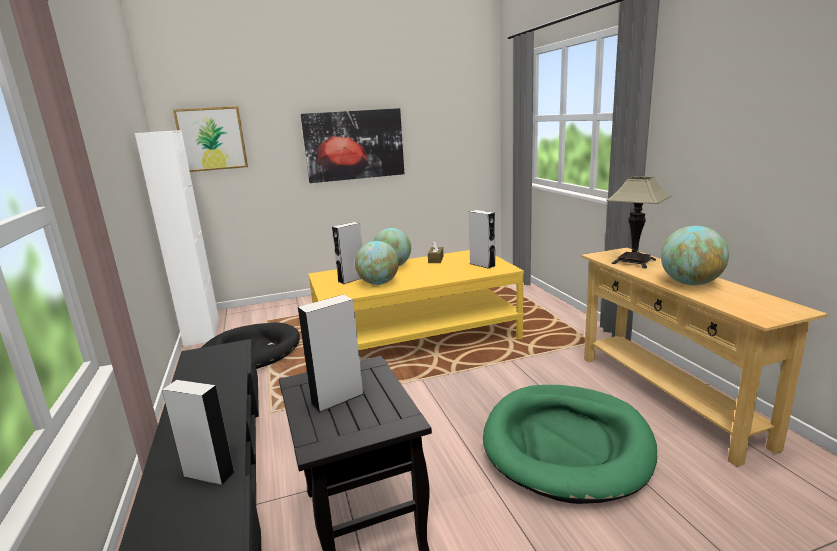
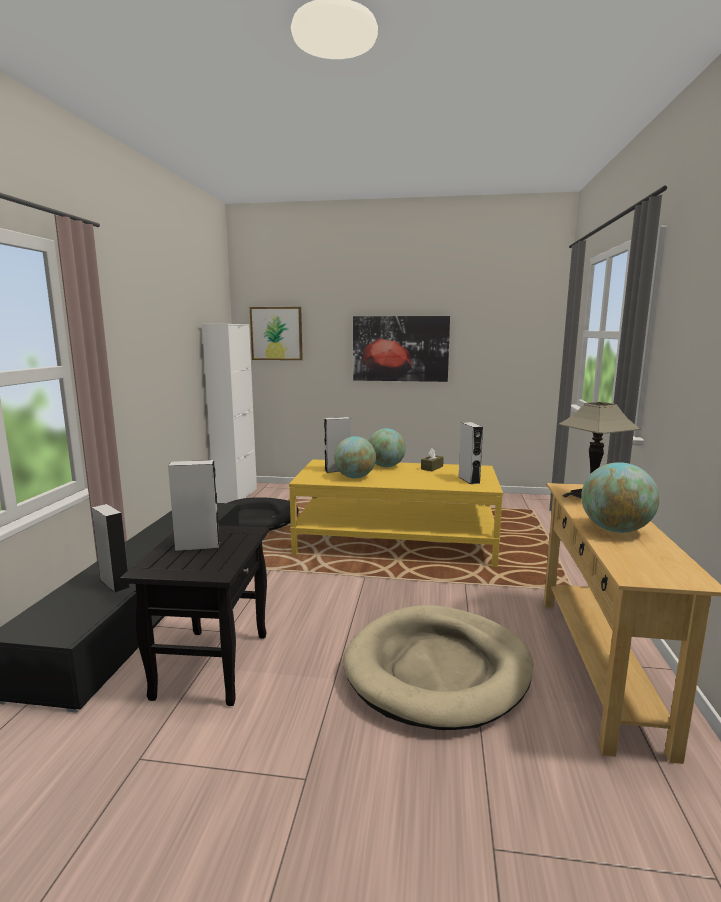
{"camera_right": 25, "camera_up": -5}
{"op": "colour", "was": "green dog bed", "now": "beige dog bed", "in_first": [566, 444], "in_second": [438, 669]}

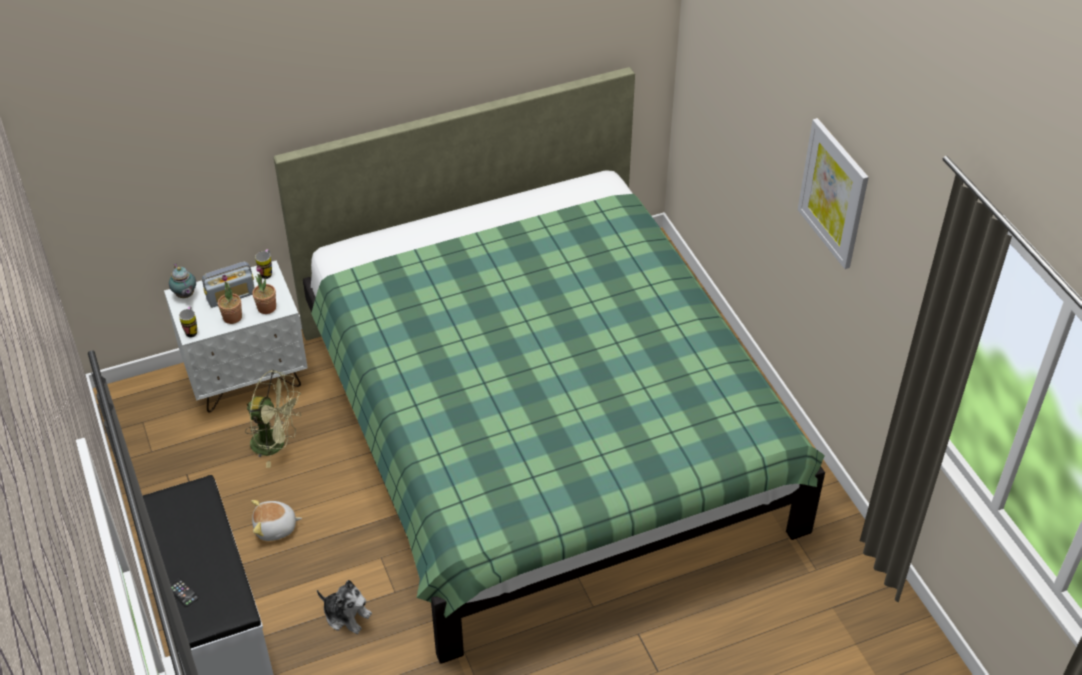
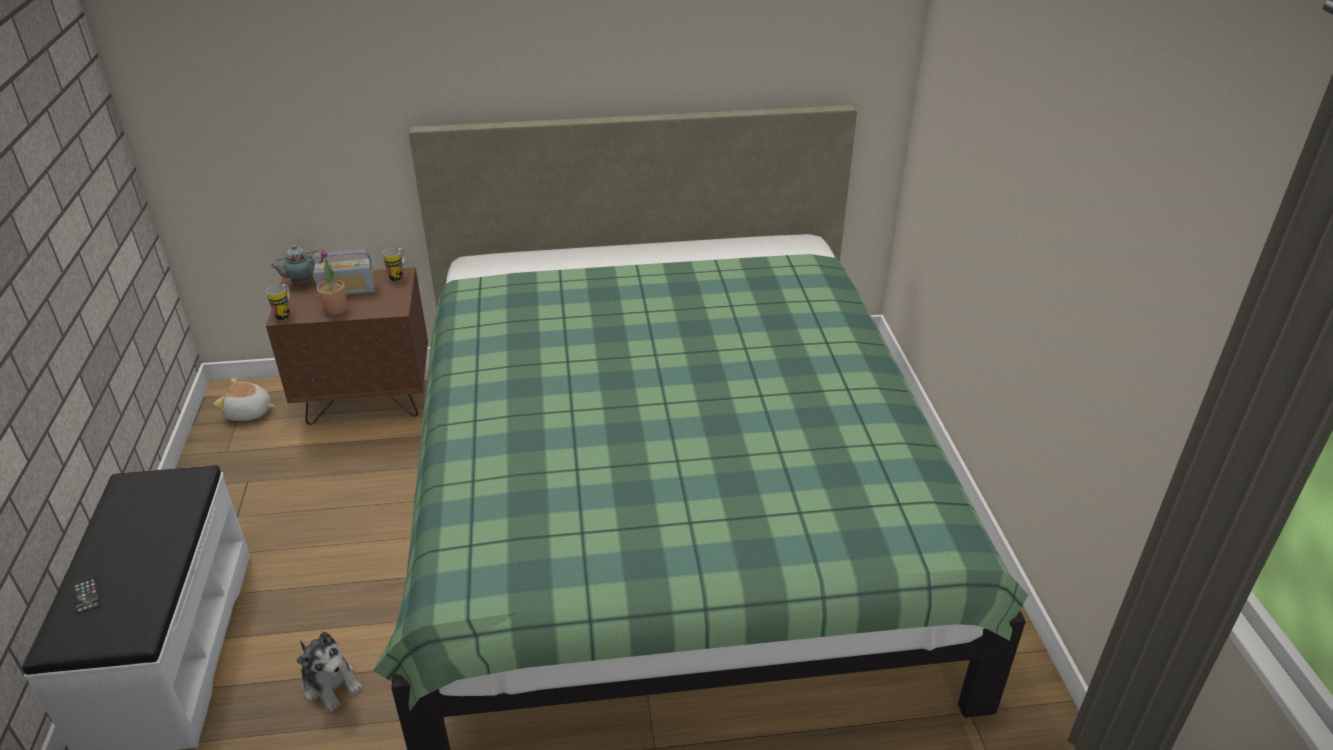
{"camera_right": 15, "camera_up": -10}
{"op": "missing", "was": "green fan", "in_first": [276, 443]}
{"op": "missing", "was": "potted plant", "in_first": [266, 307]}
{"op": "missing", "was": "picture", "in_first": [833, 193]}
{"op": "relocated", "was": "plush toy", "in_first": [275, 528], "in_second": [249, 413]}
{"op": "colour", "was": "white nightstand", "now": "brown nightstand", "in_first": [247, 378], "in_second": [367, 399]}
{"op": "spun", "was": "teapot", "in_first": [185, 295], "in_second": [301, 283], "clockwise": 75}

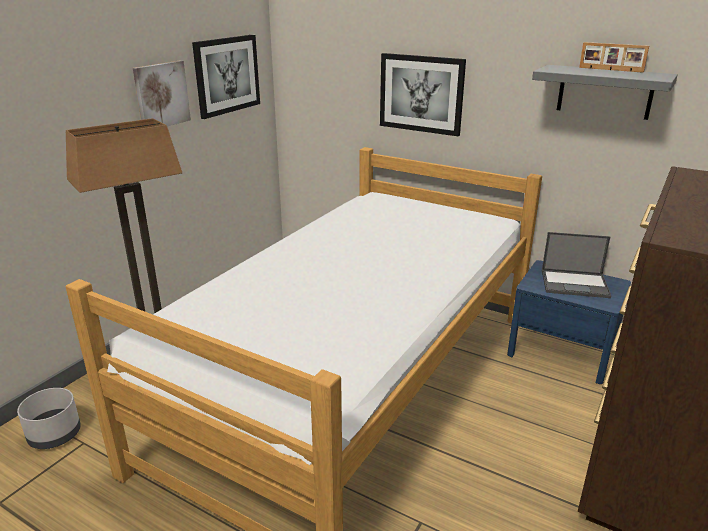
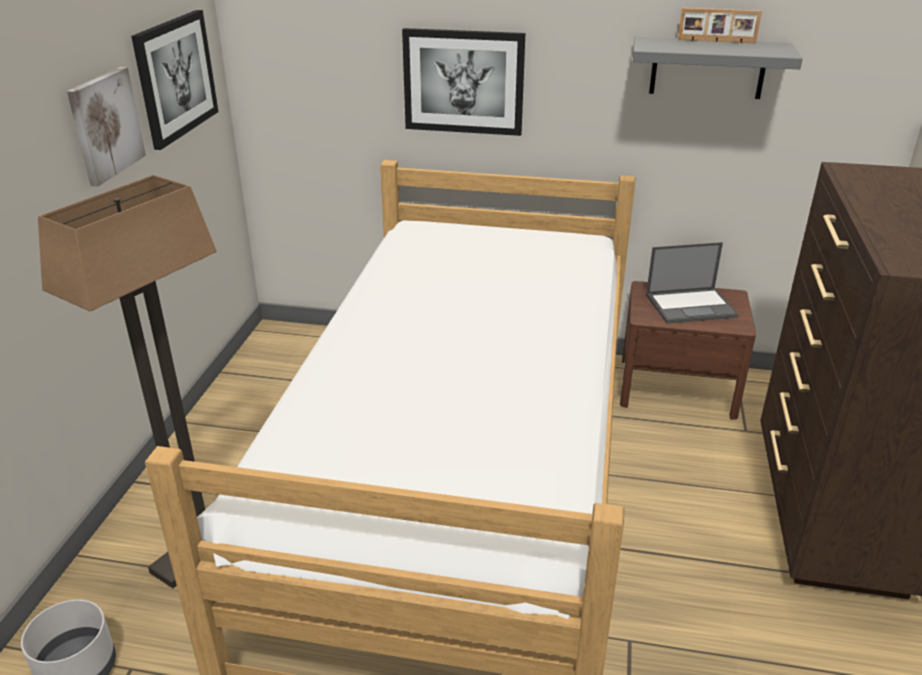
{"camera_right": -20, "camera_up": 5}
{"op": "colour", "was": "blue nightstand", "now": "brown nightstand", "in_first": [561, 351], "in_second": [677, 387]}

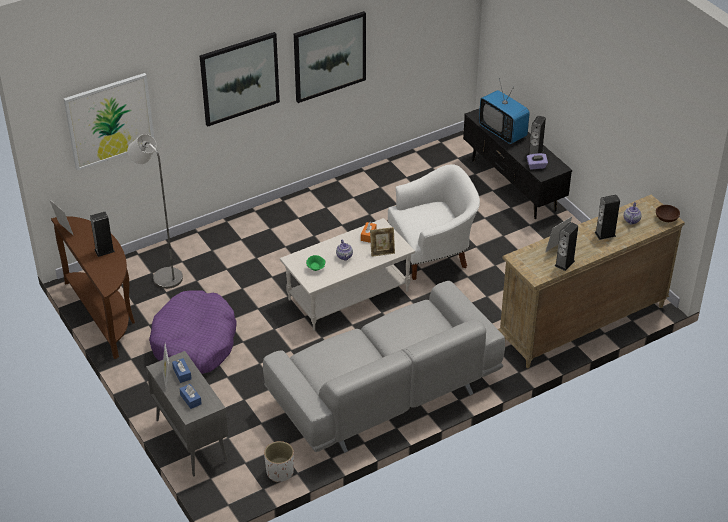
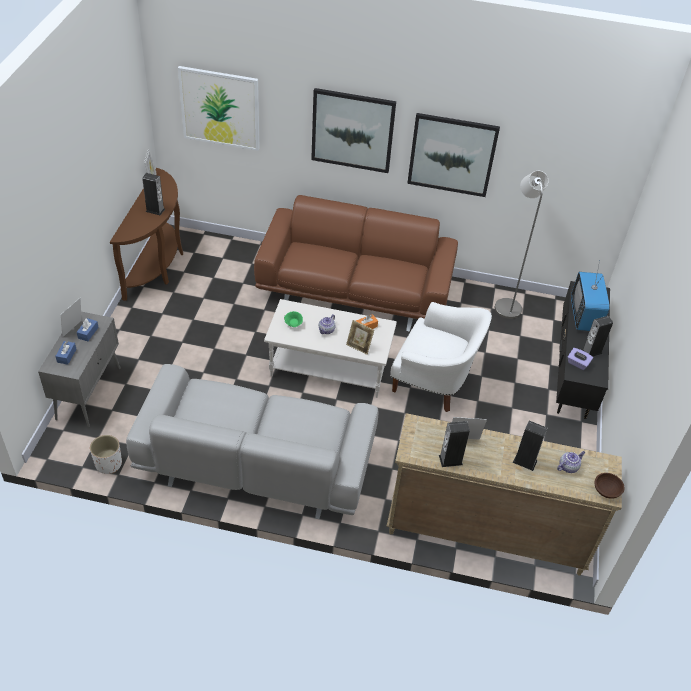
{"camera_right": 40, "camera_up": 5}
{"op": "missing", "was": "purple dog bed", "in_first": [194, 343]}
{"op": "appeared", "now": "brown sofa", "in_second": [355, 290]}
{"op": "relocated", "was": "grey floor lamp", "in_first": [163, 276], "in_second": [506, 305]}

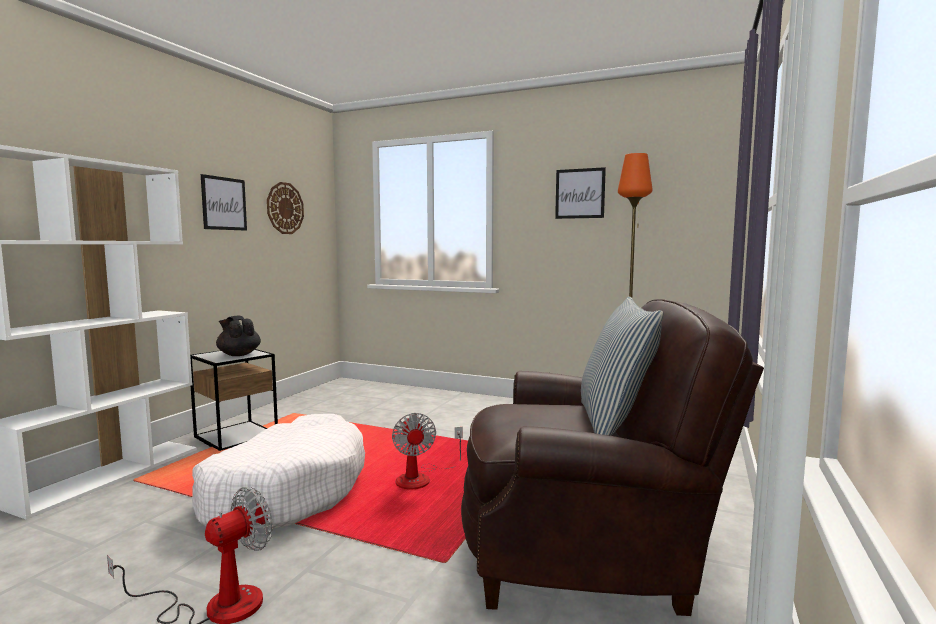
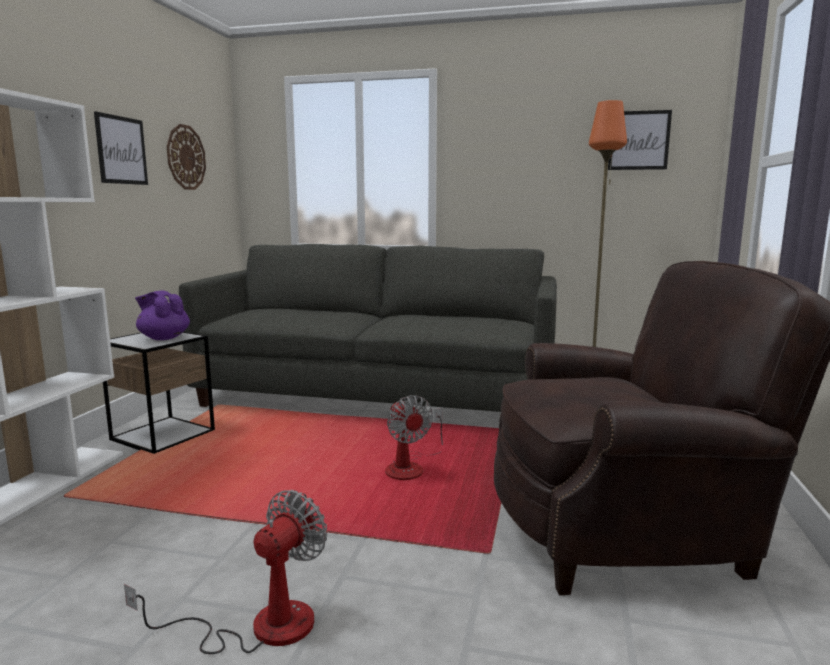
{"camera_right": -10, "camera_up": 5}
{"op": "missing", "was": "white dog bed", "in_first": [285, 491]}
{"op": "missing", "was": "pillow", "in_first": [614, 424]}
{"op": "appeared", "now": "grey sofa", "in_second": [377, 397]}
{"op": "relocated", "was": "picture", "in_first": [580, 193], "in_second": [639, 140]}
{"op": "colour", "was": "black teapot", "now": "purple teapot", "in_first": [239, 354], "in_second": [164, 338]}

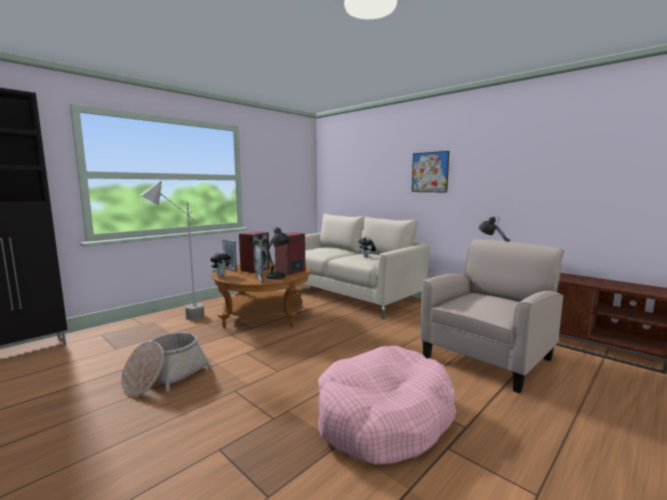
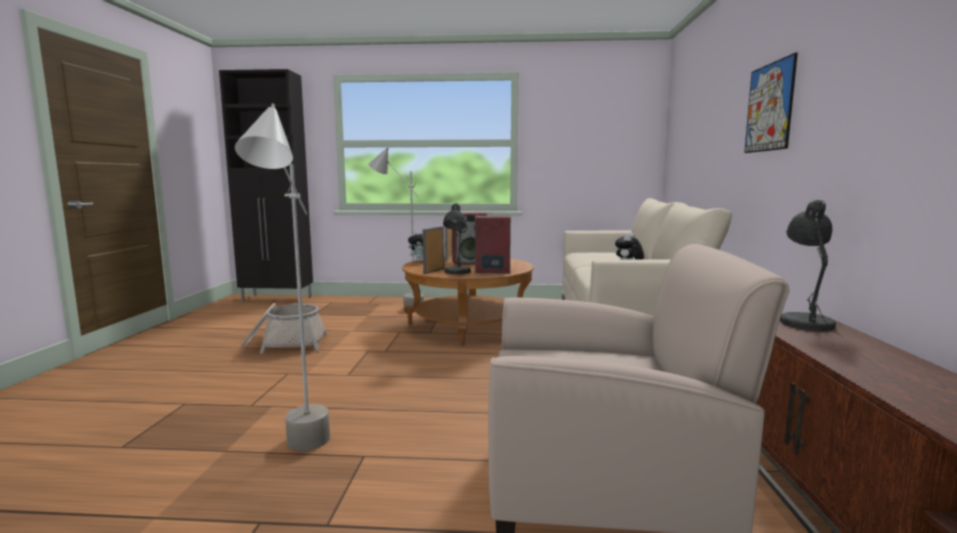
{"camera_right": 50, "camera_up": 0}
{"op": "exchanged", "was": "pink dog bed", "now": "grey floor lamp", "in_first": [384, 418], "in_second": [300, 458]}

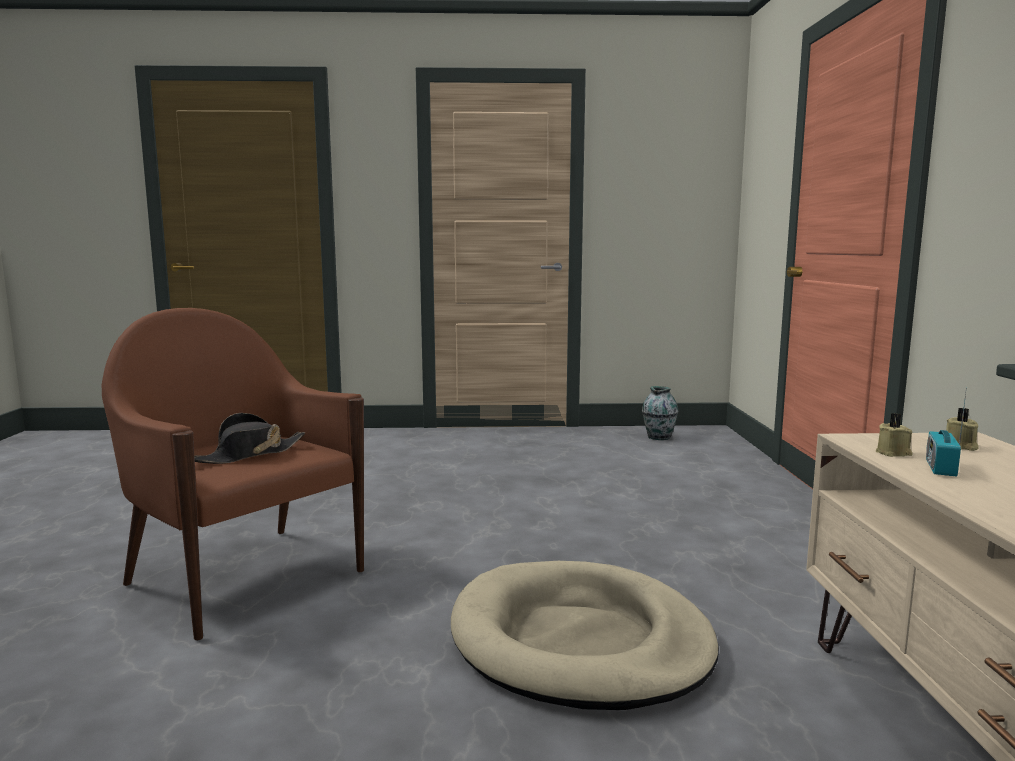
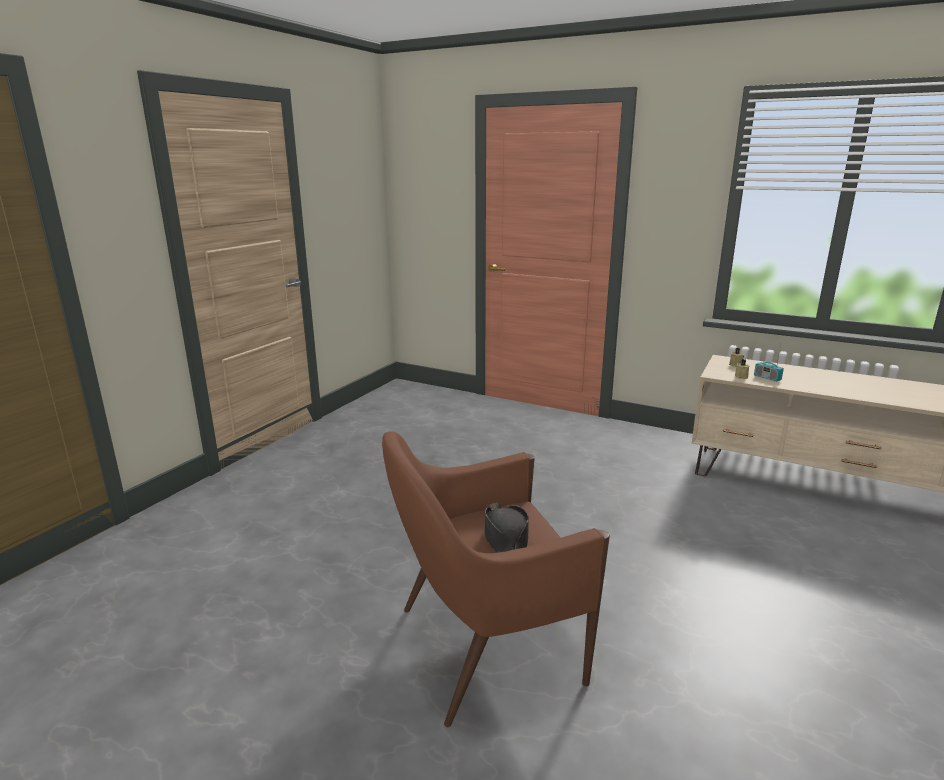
{"camera_right": -60, "camera_up": 10}
{"op": "missing", "was": "beige dog bed", "in_first": [580, 641]}
{"op": "missing", "was": "vase", "in_first": [659, 437]}

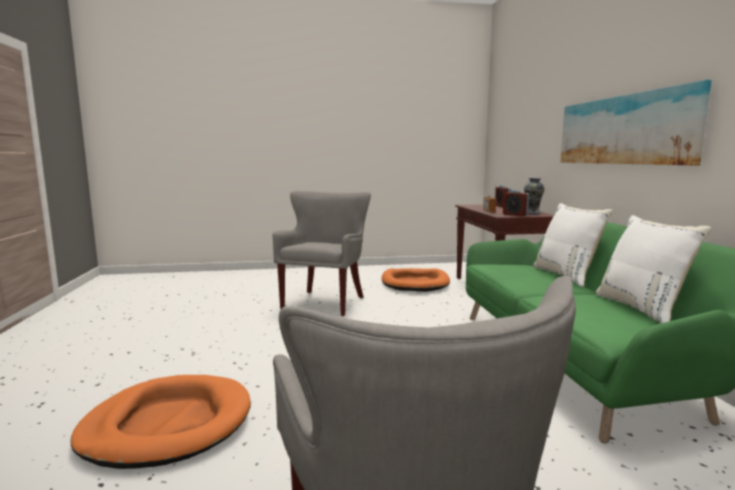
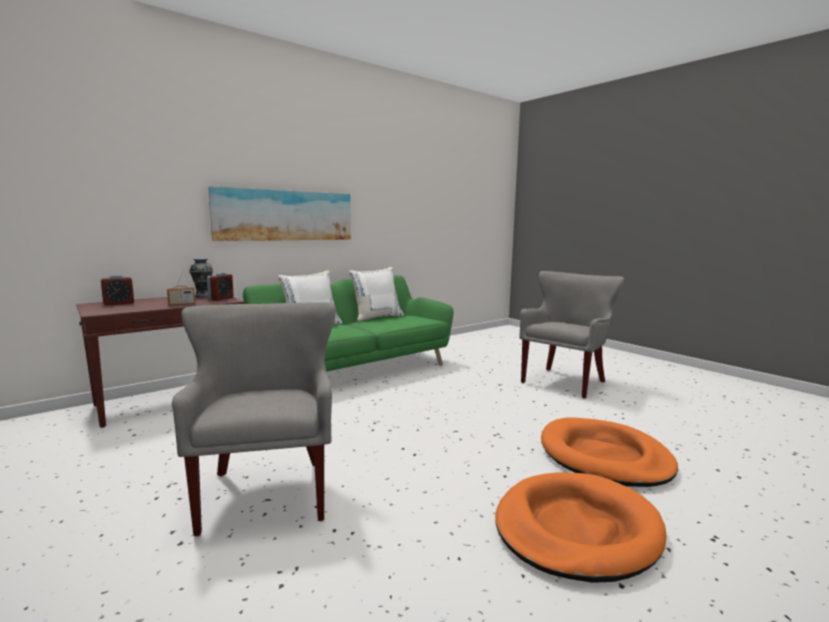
{"camera_right": -120, "camera_up": 0}
{"op": "relocated", "was": "orange dog bed", "in_first": [415, 283], "in_second": [576, 529]}
{"op": "spun", "was": "grey armchair", "in_first": [325, 302], "in_second": [267, 493], "clockwise": 90}

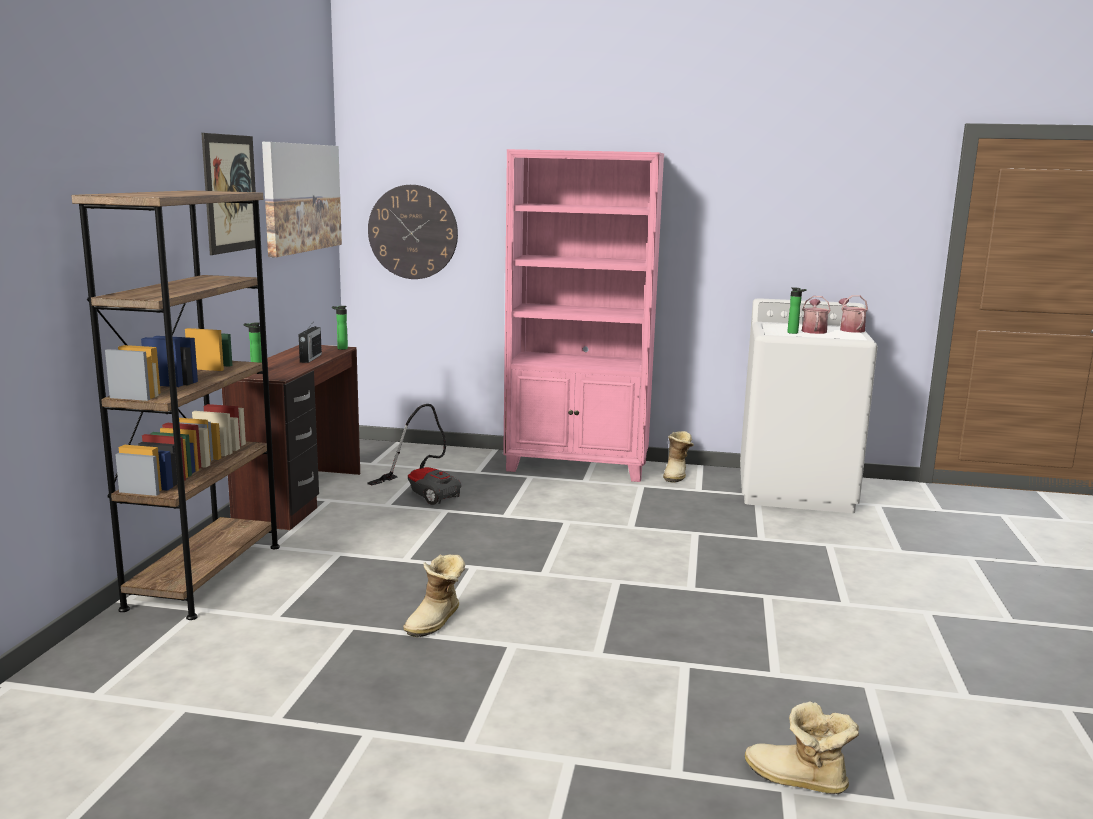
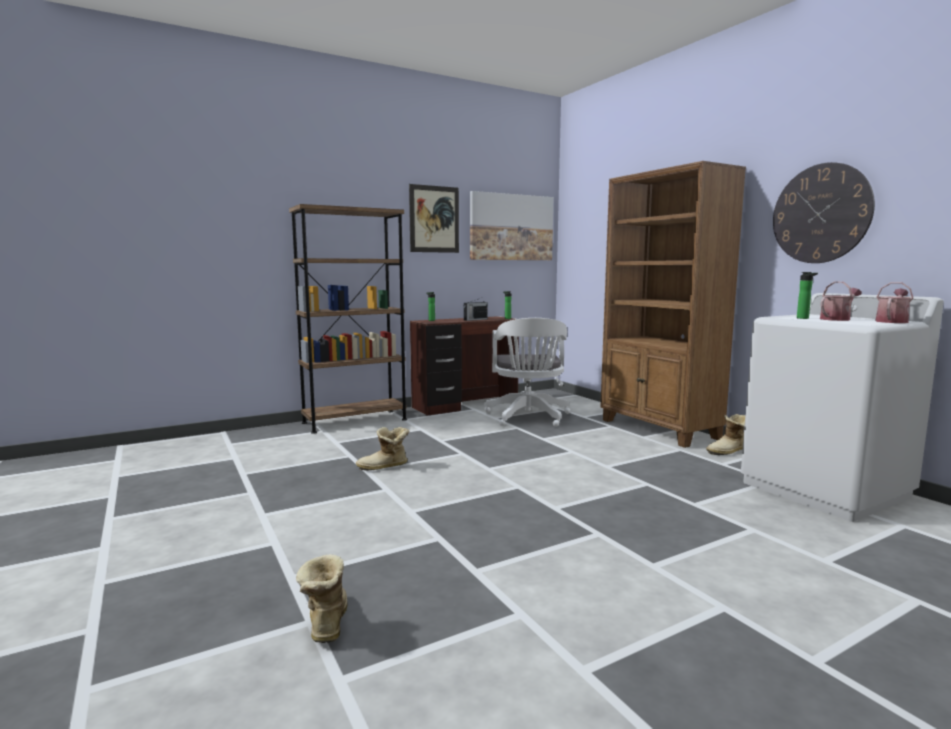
{"camera_right": 50, "camera_up": -5}
{"op": "relocated", "was": "wall clock", "in_first": [413, 232], "in_second": [820, 214]}
{"op": "exchanged", "was": "vacuum cleaner", "now": "white office chair", "in_first": [424, 492], "in_second": [528, 417]}
{"op": "colour", "was": "pink bookcase", "now": "brown bookcase", "in_first": [578, 467], "in_second": [659, 429]}

